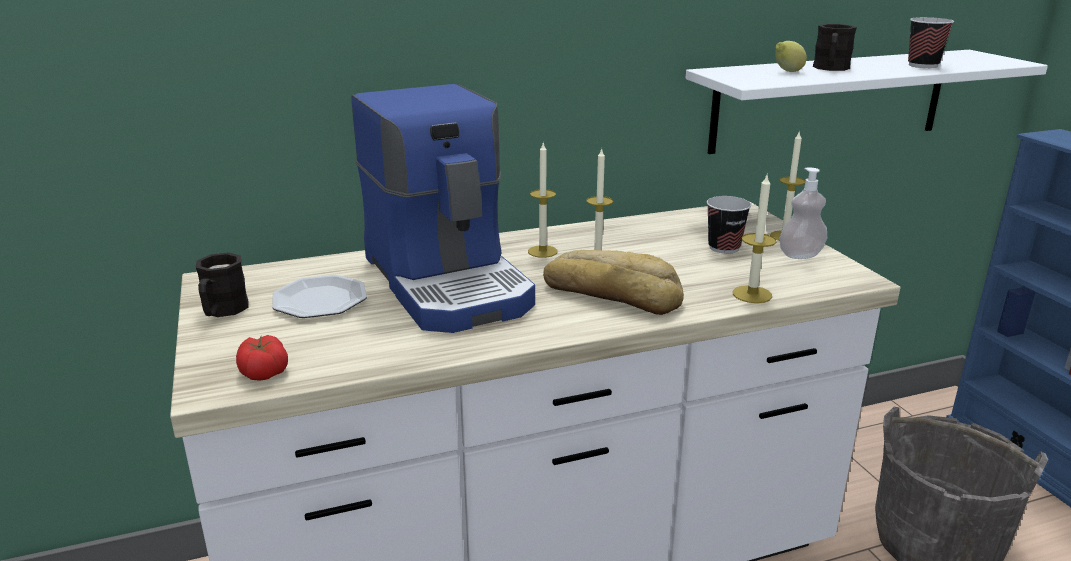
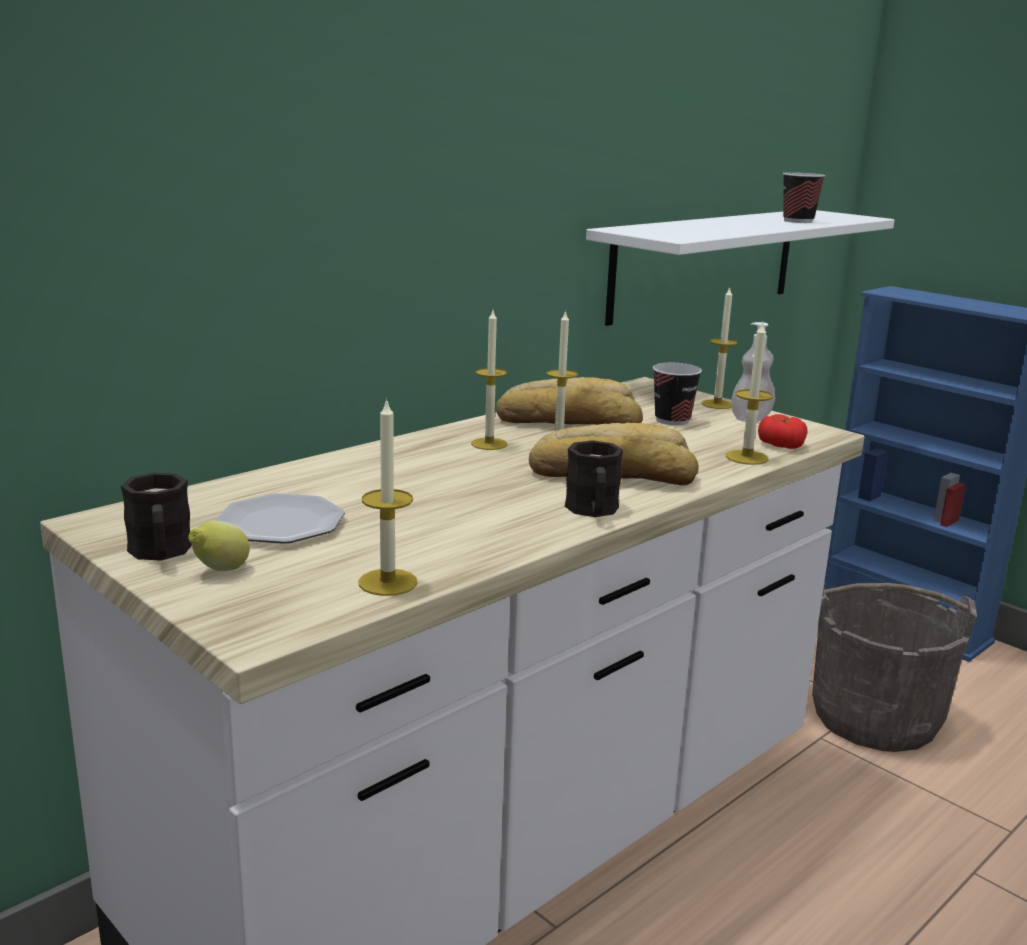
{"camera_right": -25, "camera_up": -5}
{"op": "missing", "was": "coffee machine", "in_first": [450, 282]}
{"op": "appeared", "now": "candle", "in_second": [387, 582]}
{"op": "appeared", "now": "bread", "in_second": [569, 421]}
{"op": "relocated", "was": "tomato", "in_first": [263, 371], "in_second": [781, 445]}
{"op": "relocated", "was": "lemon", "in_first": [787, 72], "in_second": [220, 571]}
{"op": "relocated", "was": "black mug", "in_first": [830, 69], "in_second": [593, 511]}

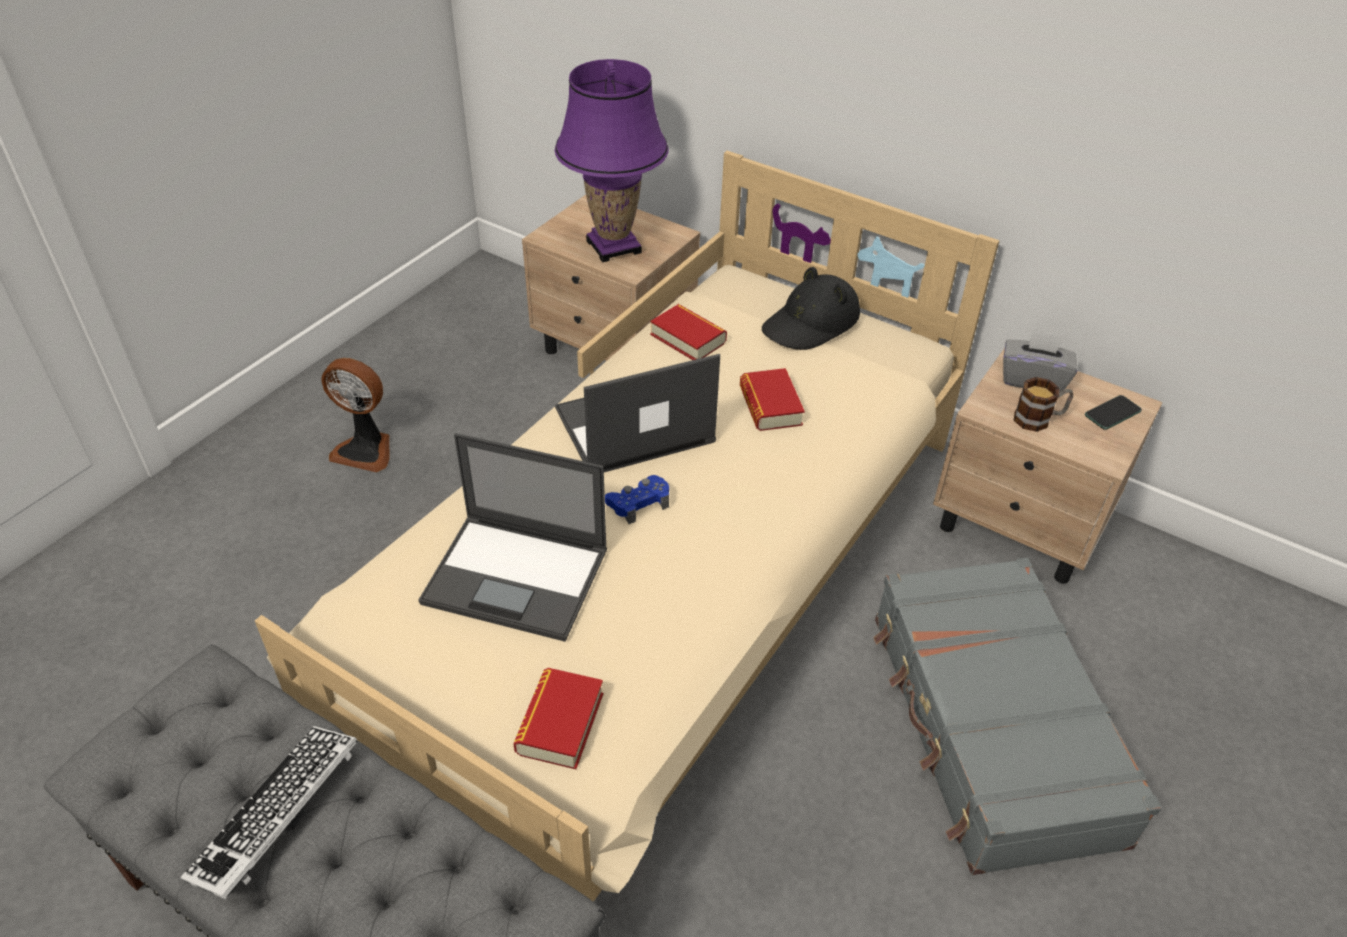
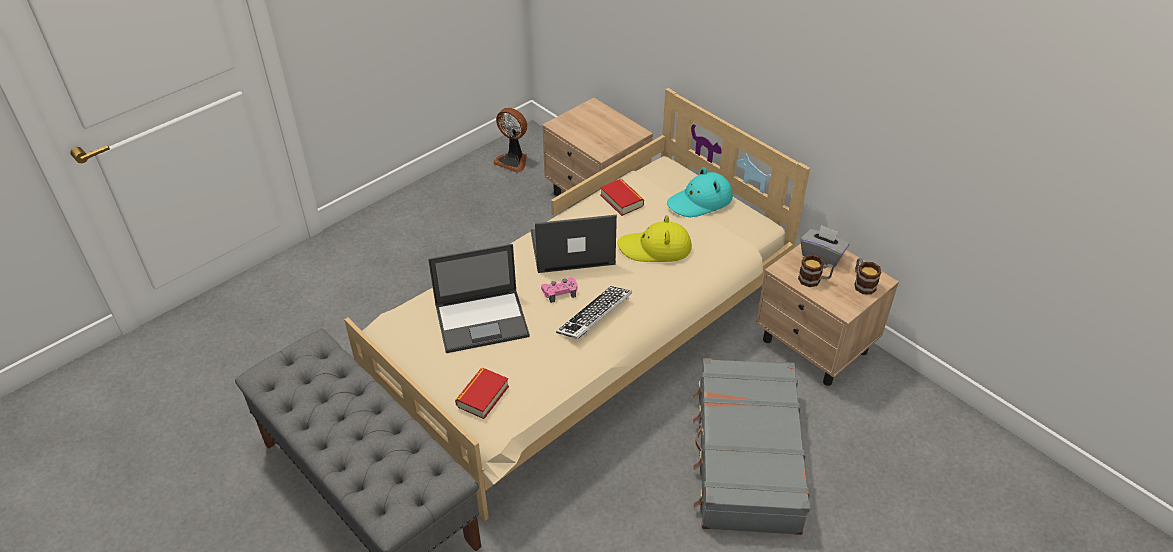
{"camera_right": 15, "camera_up": 0}
{"op": "missing", "was": "purple table lamp", "in_first": [614, 247]}
{"op": "relocated", "was": "keyboard", "in_first": [277, 815], "in_second": [595, 316]}
{"op": "relocated", "was": "fan", "in_first": [366, 450], "in_second": [513, 161]}
{"op": "exchanged", "was": "book", "now": "yellow hat", "in_first": [770, 406], "in_second": [655, 248]}
{"op": "exchanged", "was": "phone", "now": "mug", "in_first": [1112, 413], "in_second": [862, 283]}
{"op": "colour", "was": "blue game controller", "now": "pink game controller", "in_first": [638, 503], "in_second": [560, 292]}
{"op": "colour", "was": "black hat", "now": "turquoise hat", "in_first": [811, 323], "in_second": [700, 201]}
{"op": "spun", "was": "laptop", "in_first": [518, 576], "in_second": [483, 320], "clockwise": -45}

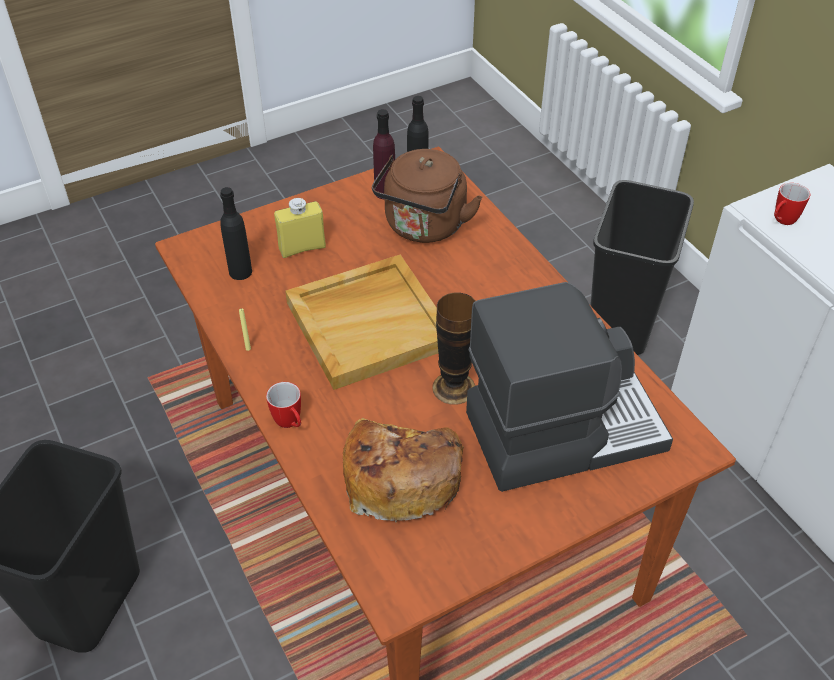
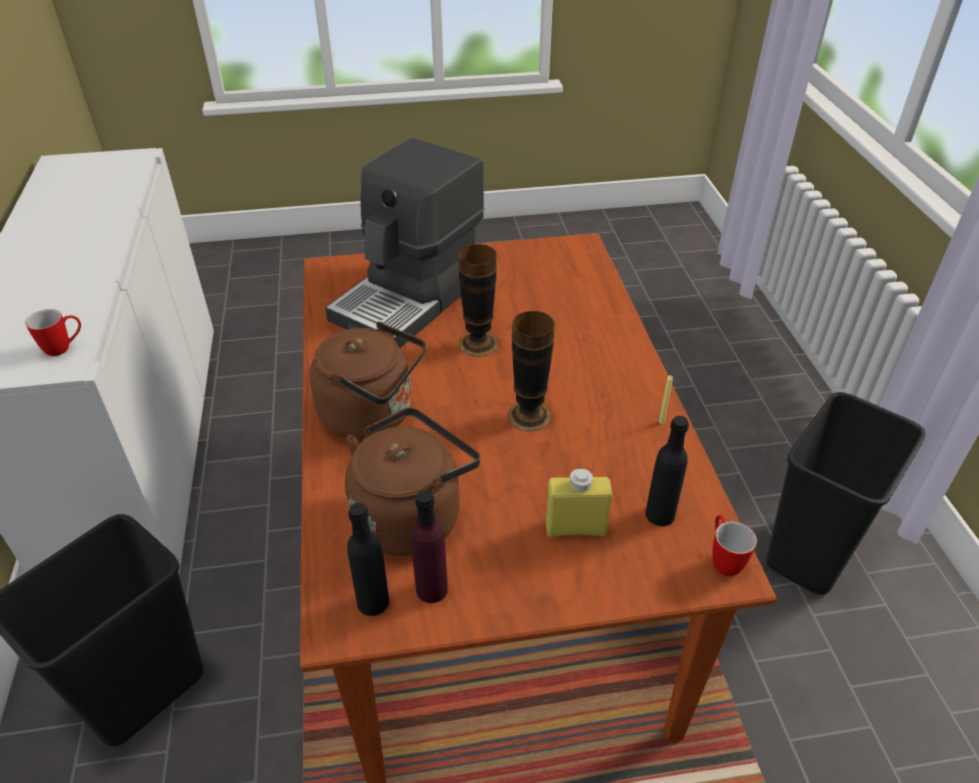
{"camera_right": -160, "camera_up": -5}
{"op": "missing", "was": "bread", "in_first": [400, 475]}
{"op": "appeared", "now": "brown kettle", "in_second": [372, 415]}
{"op": "relocated", "was": "mug", "in_first": [290, 424], "in_second": [723, 559]}
{"op": "exchanged", "was": "beige tray", "now": "vase", "in_first": [369, 323], "in_second": [529, 416]}
{"op": "spun", "was": "coffee machine", "in_first": [562, 429], "in_second": [411, 298], "clockwise": -60}

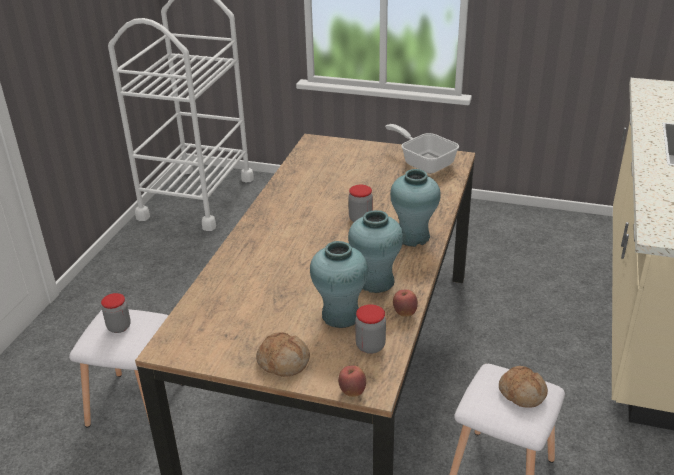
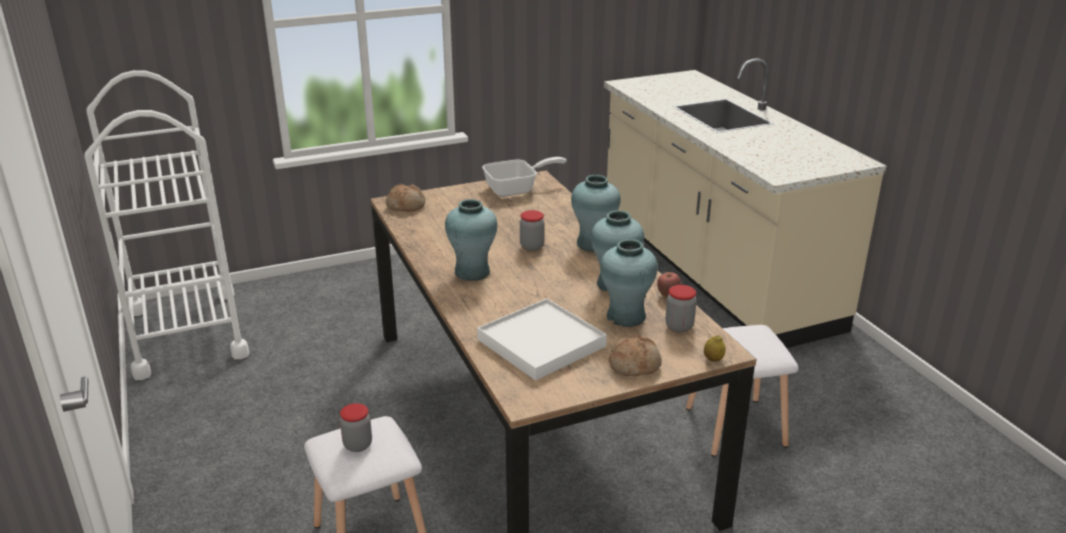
{"camera_right": -40, "camera_up": -5}
{"op": "appeared", "now": "turquoise vase", "in_second": [472, 272]}
{"op": "appeared", "now": "white tray", "in_second": [542, 343]}
{"op": "relocated", "was": "bread", "in_first": [522, 393], "in_second": [406, 205]}
{"op": "exchanged", "was": "apple", "now": "lemon", "in_first": [352, 391], "in_second": [713, 359]}
{"op": "spun", "was": "frying pan", "in_first": [424, 162], "in_second": [517, 189], "clockwise": 150}

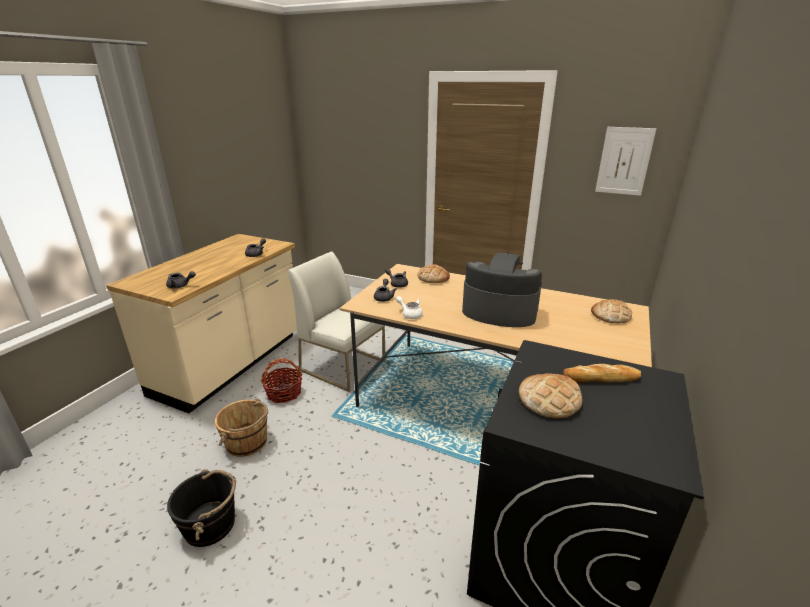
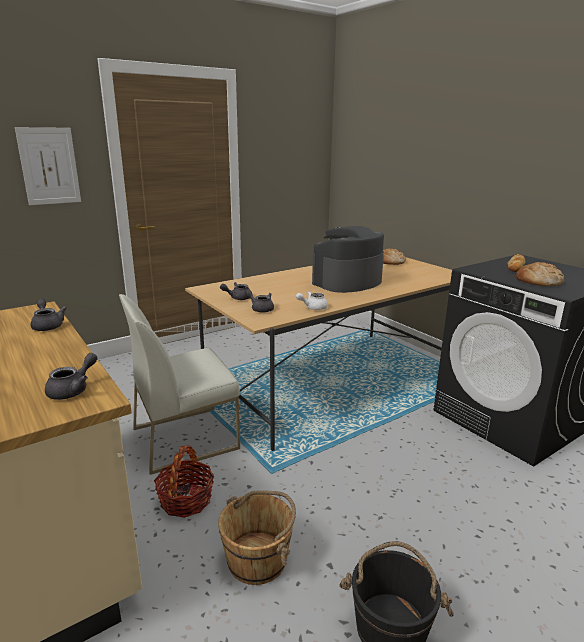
{"camera_right": -60, "camera_up": -5}
{"op": "missing", "was": "bread", "in_first": [433, 278]}
{"op": "relocated", "was": "picture", "in_first": [624, 161], "in_second": [49, 166]}

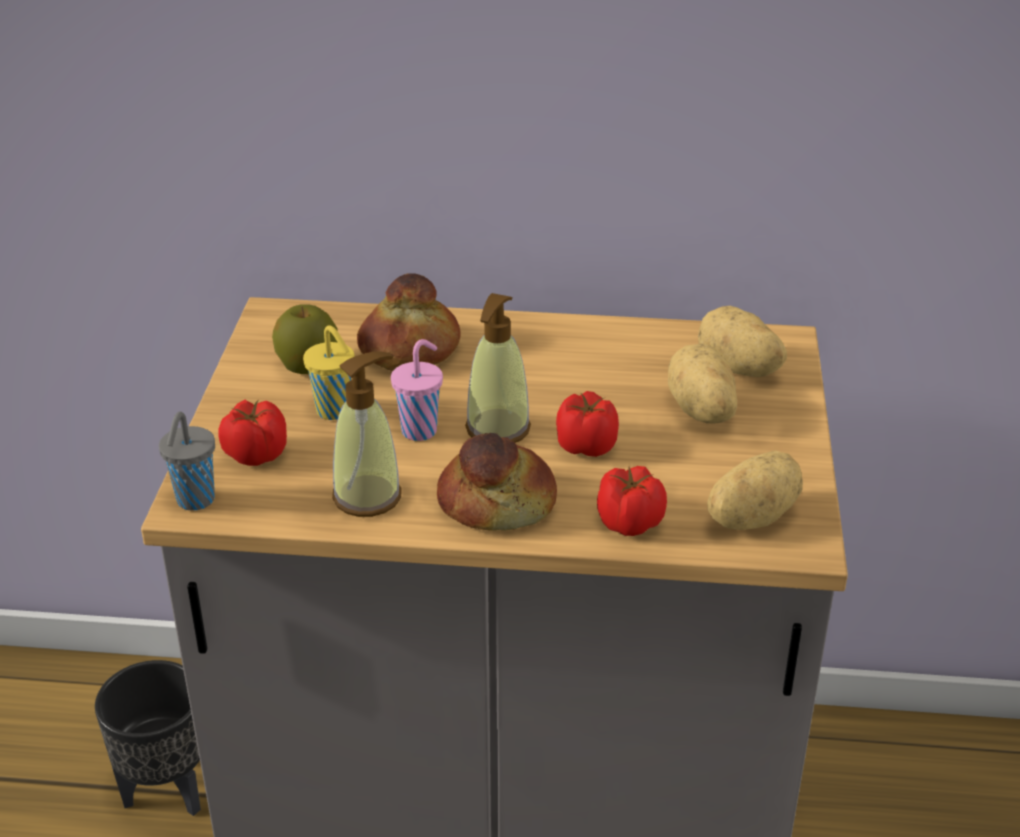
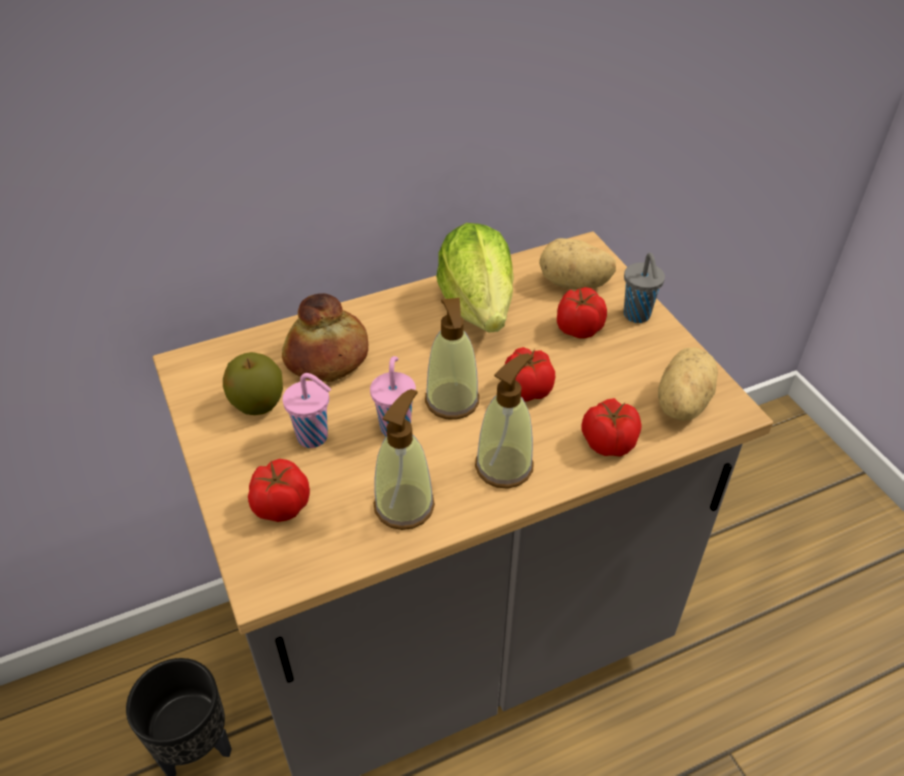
{"camera_right": -30, "camera_up": 10}
{"op": "appeared", "now": "lettuce", "in_second": [478, 306]}
{"op": "relocated", "was": "grey cup", "in_first": [194, 501], "in_second": [637, 316]}
{"op": "exchanged", "was": "bread", "now": "soap dispenser", "in_first": [497, 501], "in_second": [504, 466]}
{"op": "exchanged", "was": "potato", "now": "tomato", "in_first": [700, 411], "in_second": [578, 328]}
{"op": "colour", "was": "yellow cup", "now": "pink cup", "in_first": [335, 411], "in_second": [314, 437]}

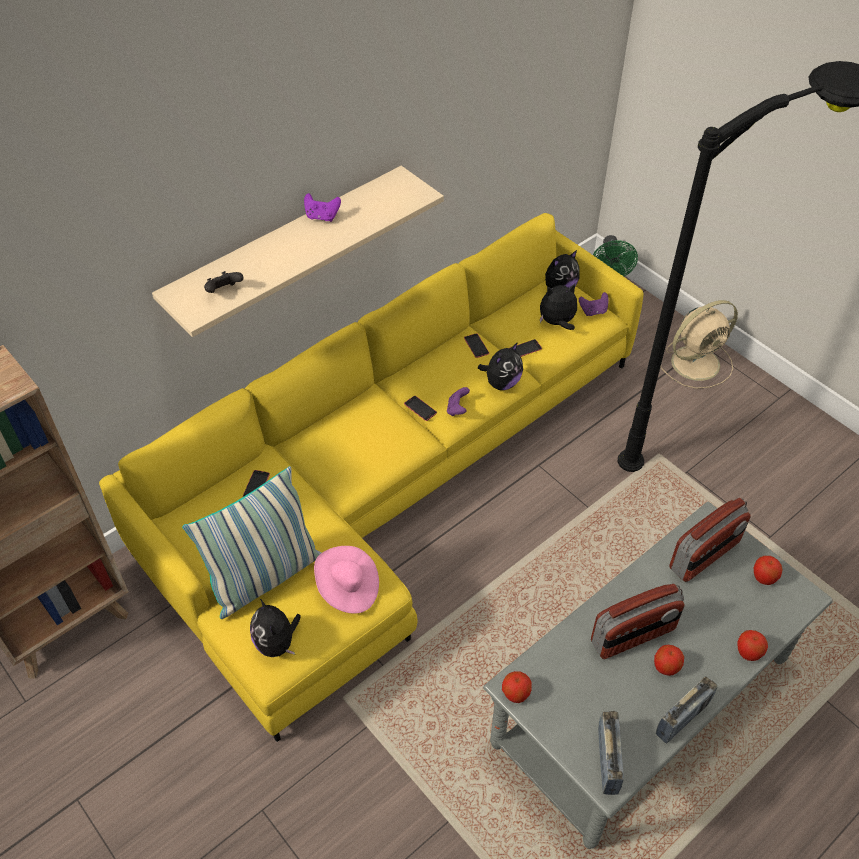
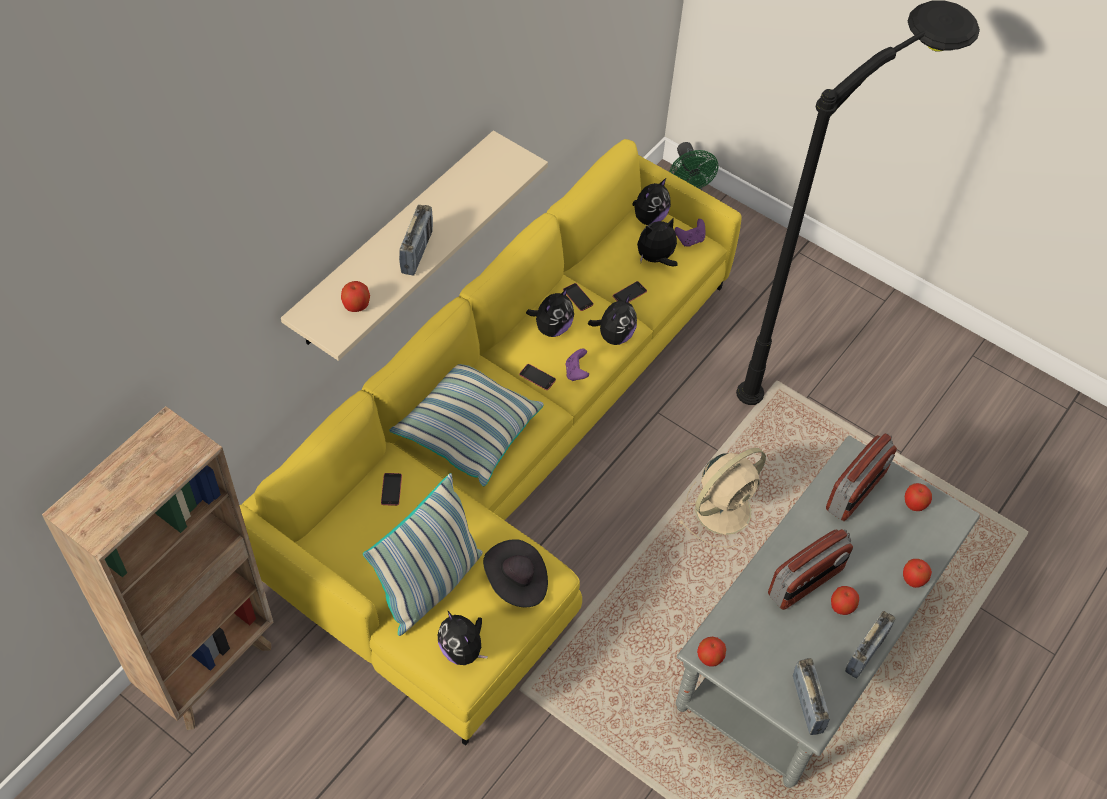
{"camera_right": -15, "camera_up": 5}
{"op": "missing", "was": "purple game controller", "in_first": [322, 217]}
{"op": "appeared", "now": "pillow", "in_second": [467, 431]}
{"op": "appeared", "now": "radio", "in_second": [417, 252]}
{"op": "appeared", "now": "plush toy", "in_second": [552, 328]}
{"op": "relocated", "was": "beige fan", "in_first": [697, 362], "in_second": [725, 509]}
{"op": "exchanged", "was": "black game controller", "now": "apple", "in_first": [224, 291], "in_second": [356, 306]}
{"op": "colour", "was": "pink hat", "now": "black hat", "in_first": [348, 588], "in_second": [516, 582]}

